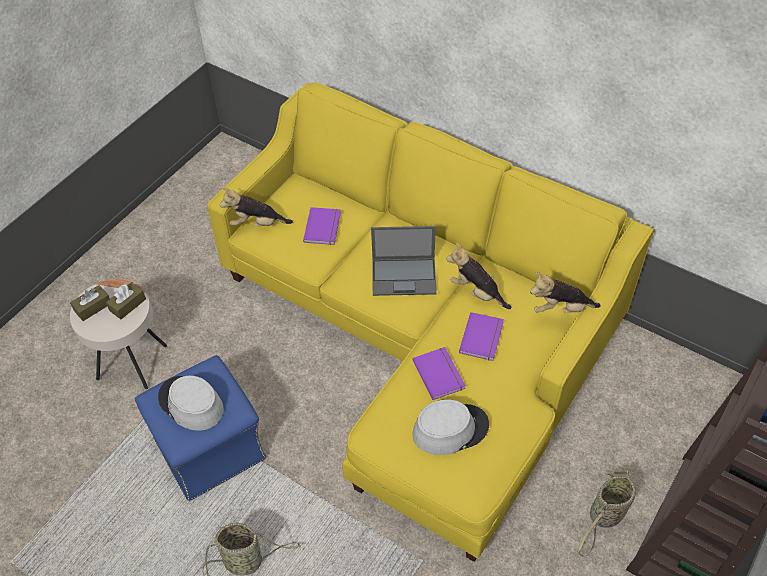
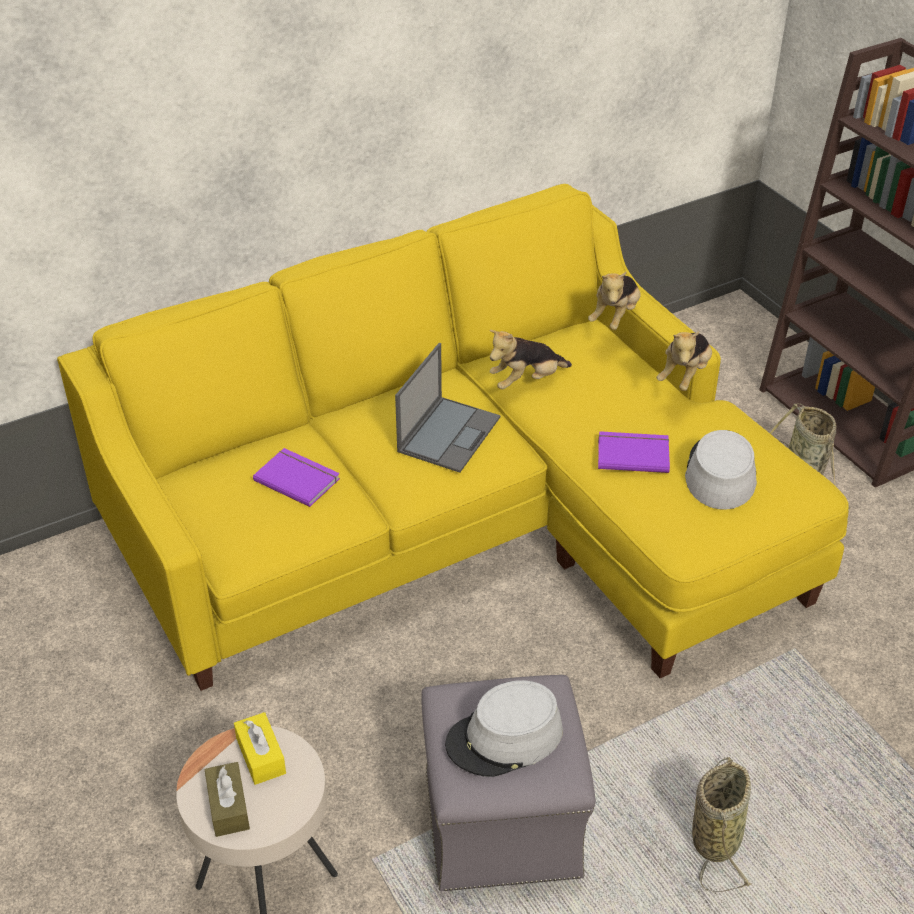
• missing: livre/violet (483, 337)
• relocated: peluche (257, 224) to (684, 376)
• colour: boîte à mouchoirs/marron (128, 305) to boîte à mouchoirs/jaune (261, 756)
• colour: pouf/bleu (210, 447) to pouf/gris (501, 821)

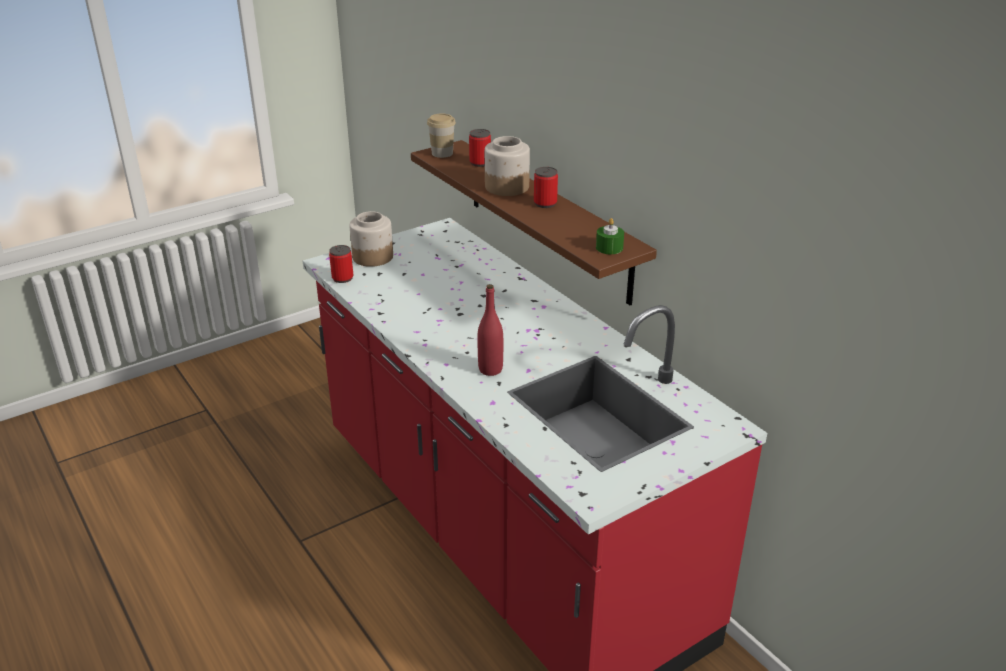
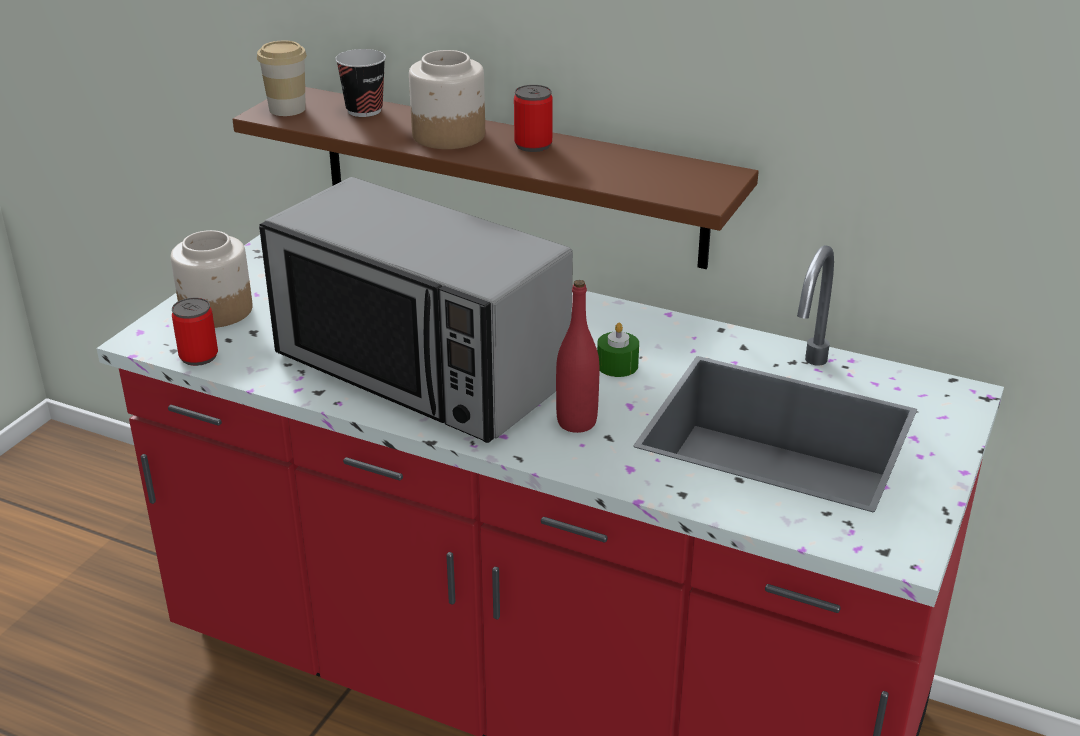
• appeared: micro-ondes (420, 370)
• relocated: bougie/vert (609, 248) to (617, 365)
• exchanged: boîte métallique (480, 163) to tasse (364, 110)

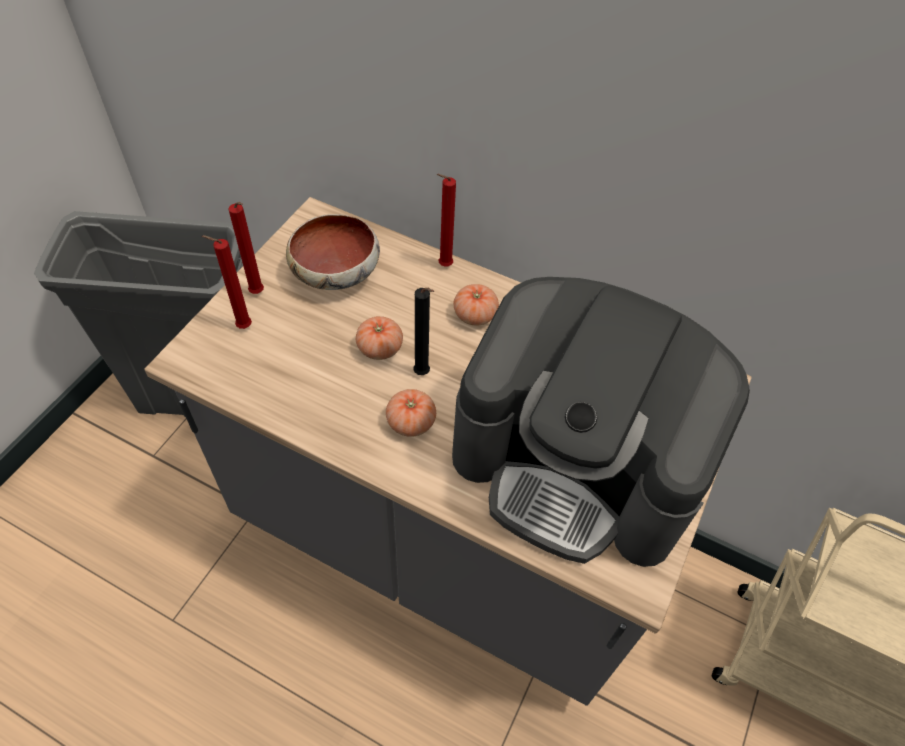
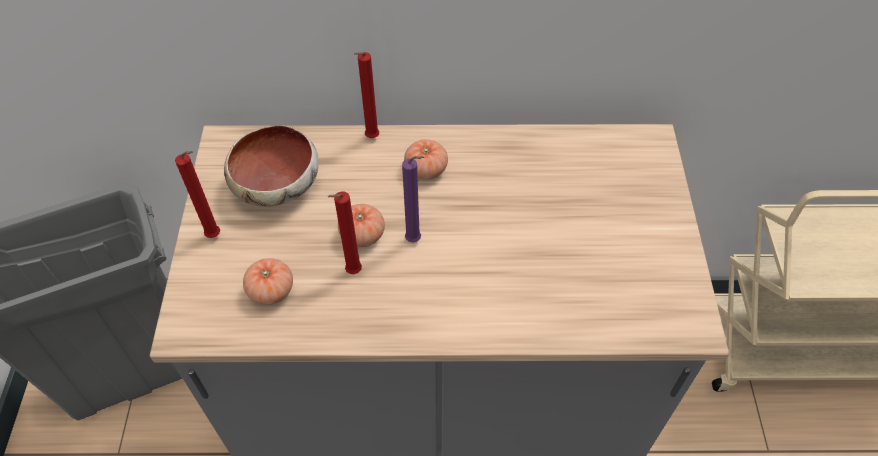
• missing: machine à café (577, 464)
• relocated: bougie/rouge (241, 327) to (351, 272)
• relocated: tomate (411, 422) to (271, 290)
• colour: bougie/noir (423, 374) to bougie/violet (415, 240)

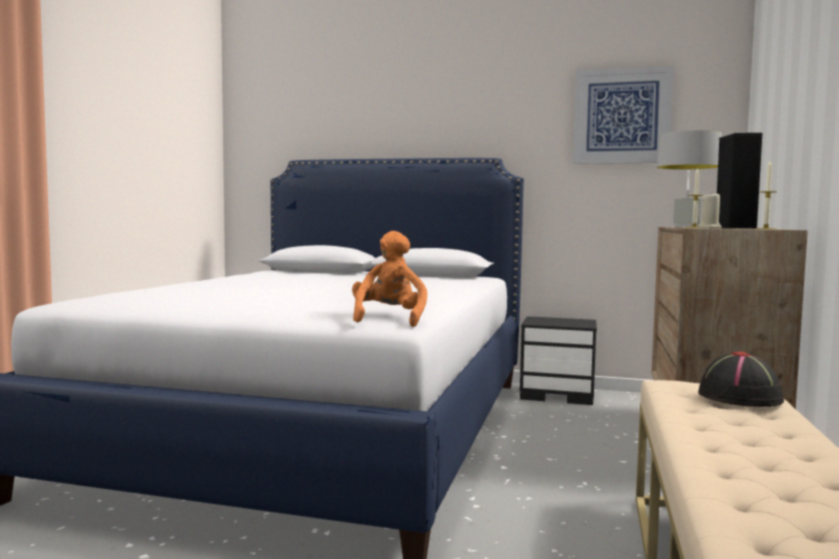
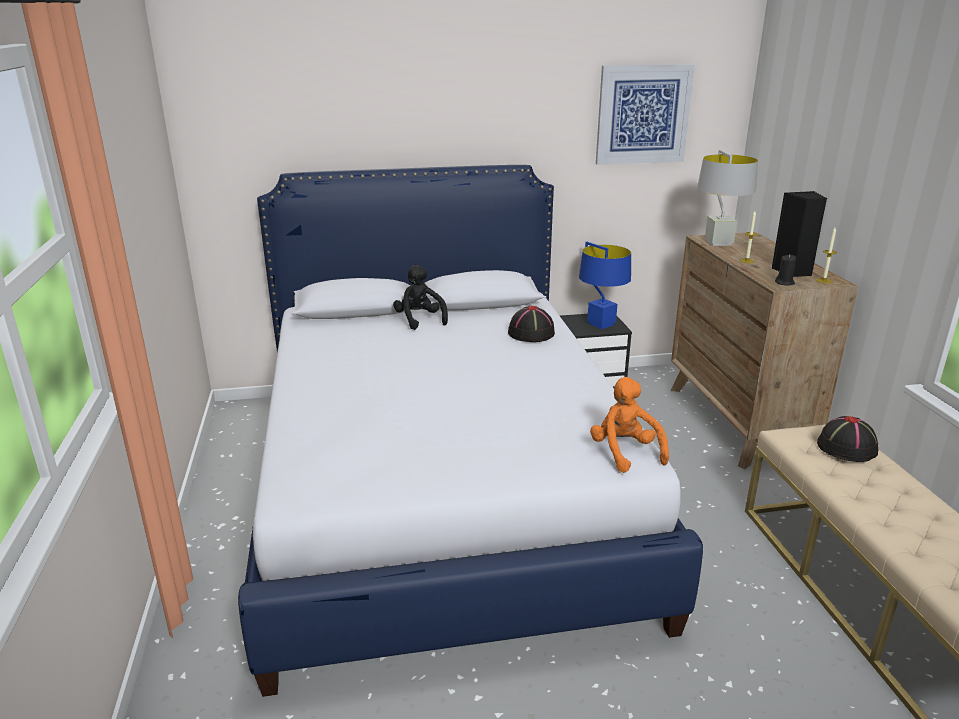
• appeared: peluche/noir (419, 320)
• appeared: chapeau/noir (531, 333)
• appeared: lampe de table/bleu (601, 324)
• colour: bougie/beige (710, 228) to bougie/noir (784, 283)

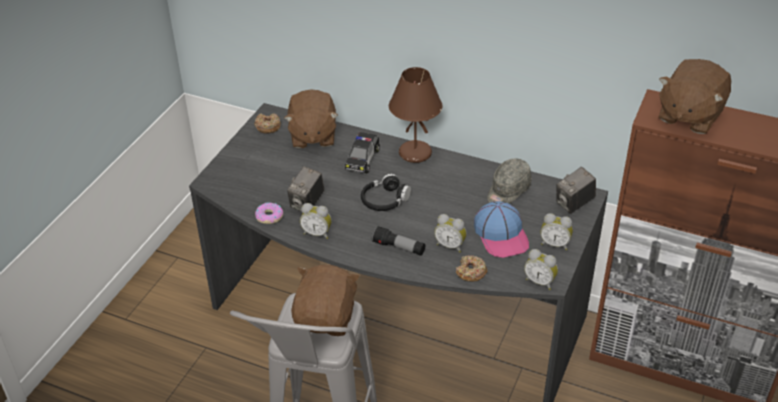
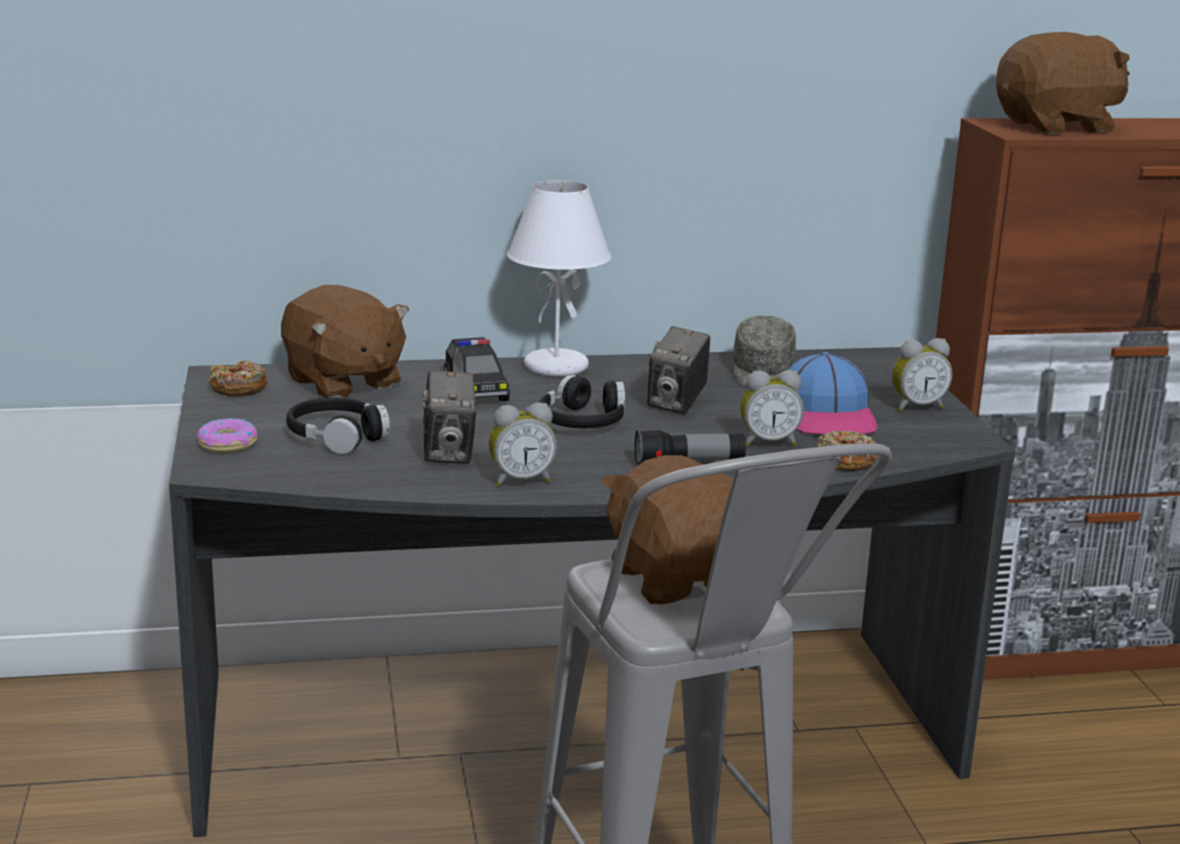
• missing: réveil (540, 281)
• appeared: casque audio/noir (337, 437)
• relocated: beignet (269, 216) to (227, 445)
• relocated: appareil photo (574, 204) to (677, 404)
• colour: lampe de table/marron (414, 153) to lampe de table/blanc (555, 367)
• spun: casquette (501, 235) = (827, 416) 45 degrees clockwise
• spun: peluche/marron (689, 116) = (1058, 127) 105 degrees counterclockwise

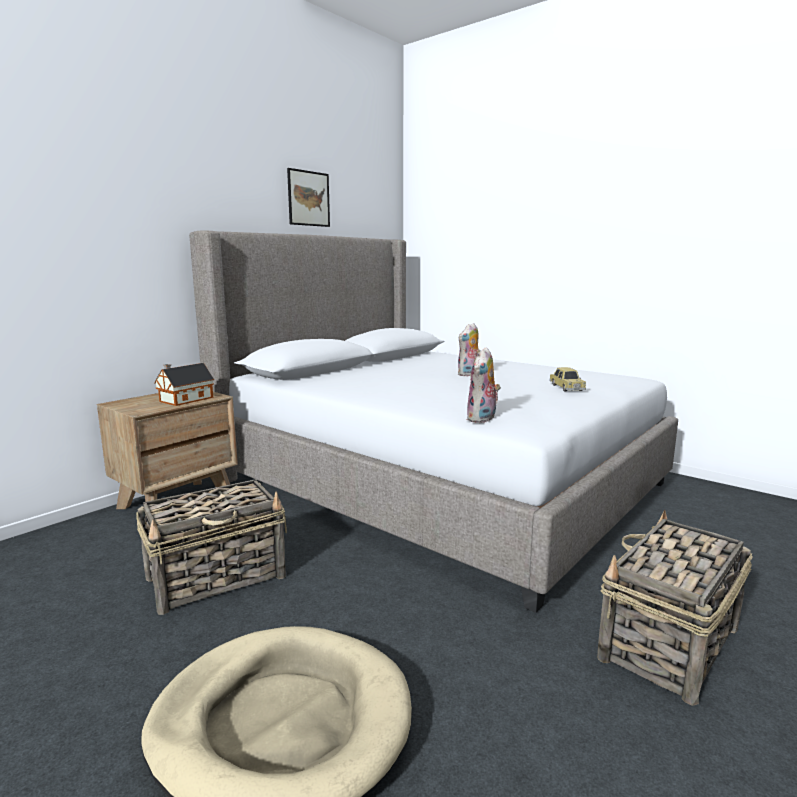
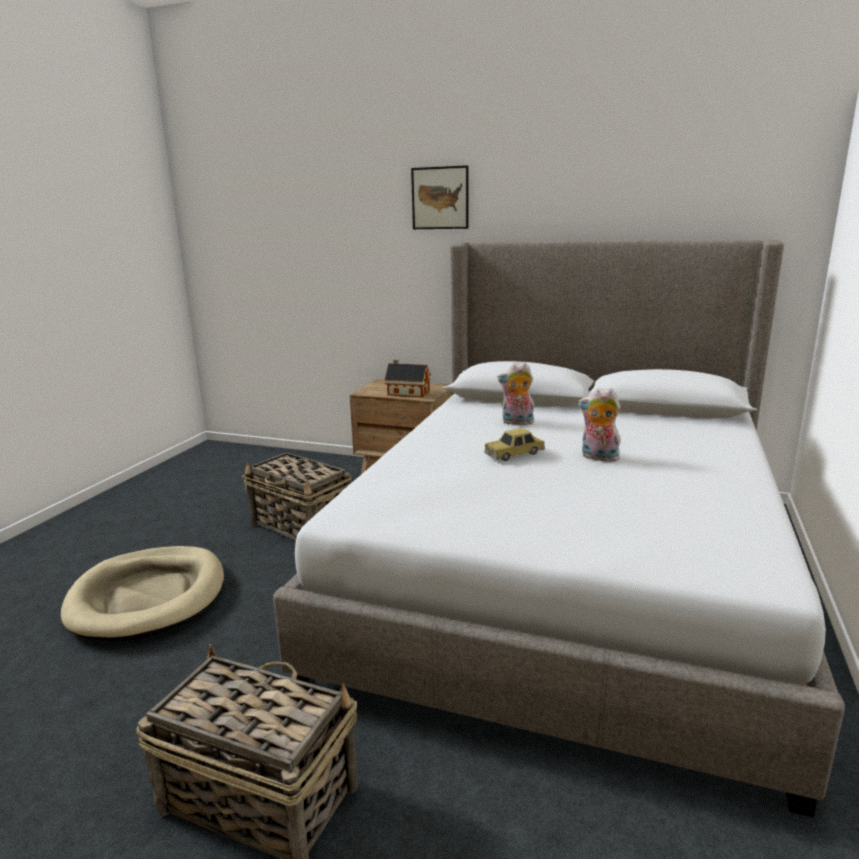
• relocated: tableau (308, 198) to (440, 198)
• relocated: peluche (482, 419) to (516, 423)
• relocated: petite voiture (566, 387) to (514, 454)

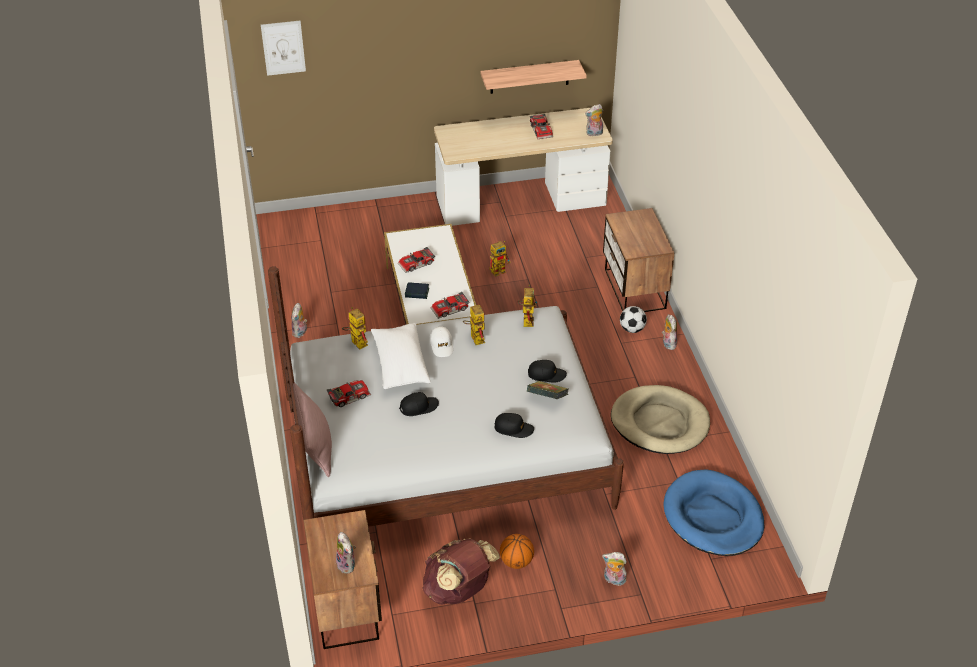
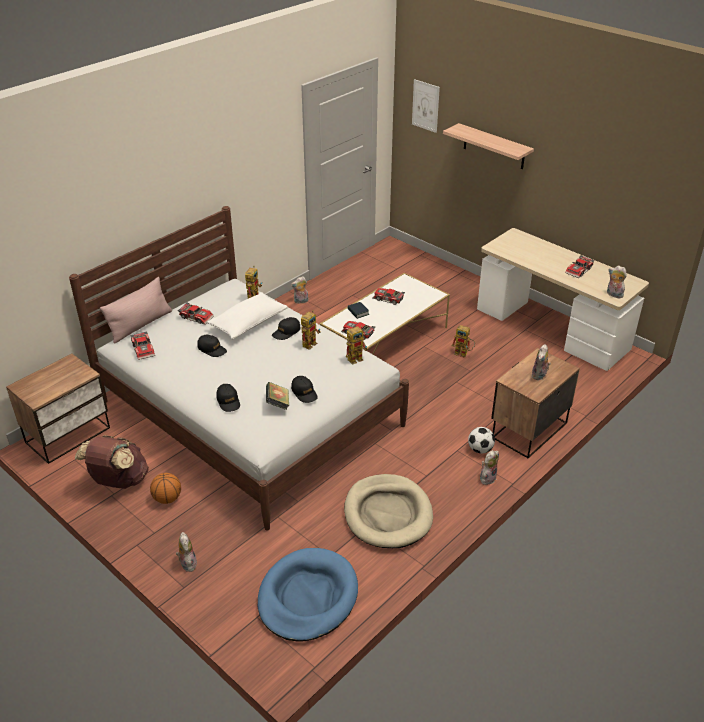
• appeared: petite voiture (144, 349)
• relocated: peluche (348, 565) to (539, 376)
• relocated: étagère (529, 77) to (494, 147)
• colour: casquette/blanc (442, 345) to casquette/noir (286, 332)

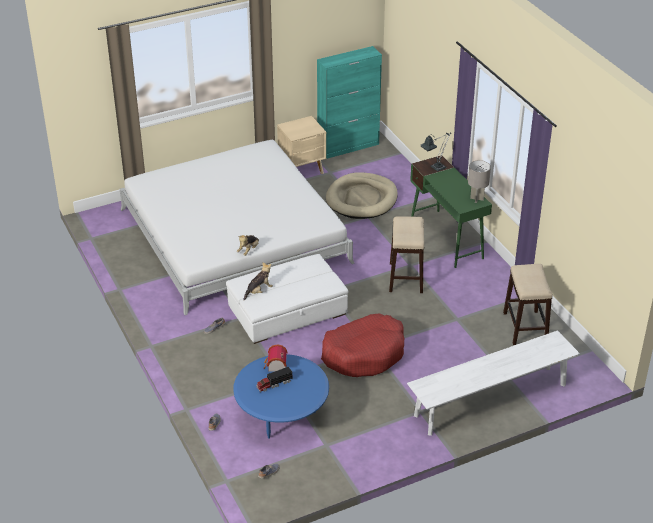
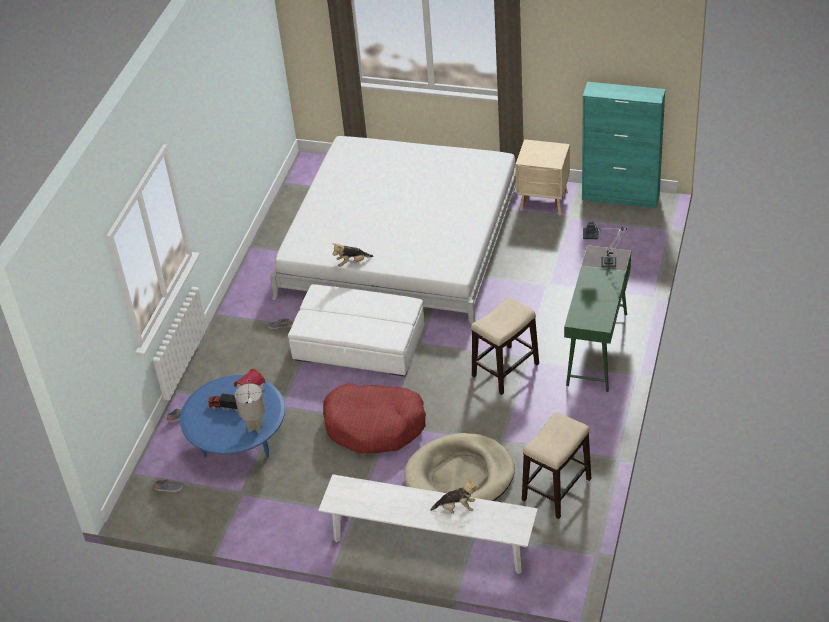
• relocated: peluche (259, 291) to (456, 508)
• relocated: panier pour chien/beige (362, 199) to (460, 477)
• relocated: lampe de table/gris (477, 199) to (256, 428)

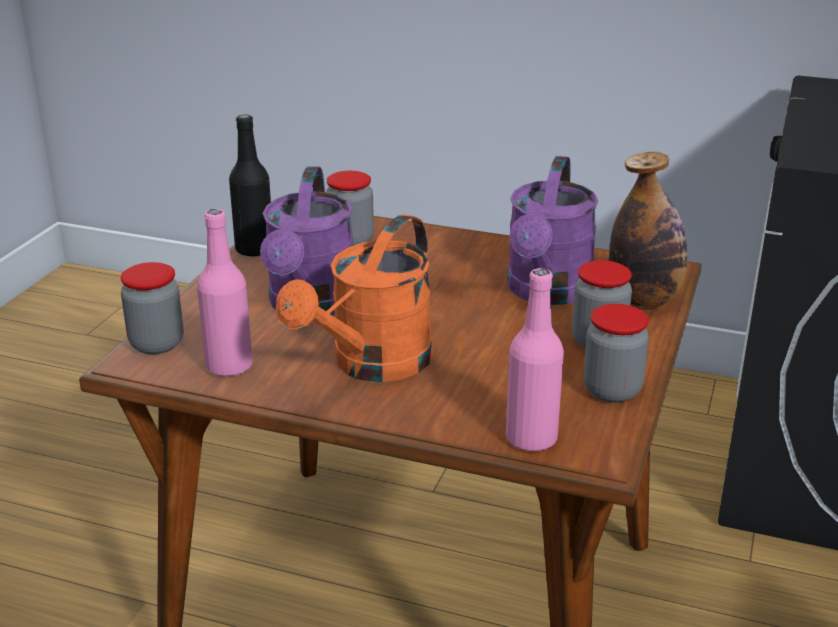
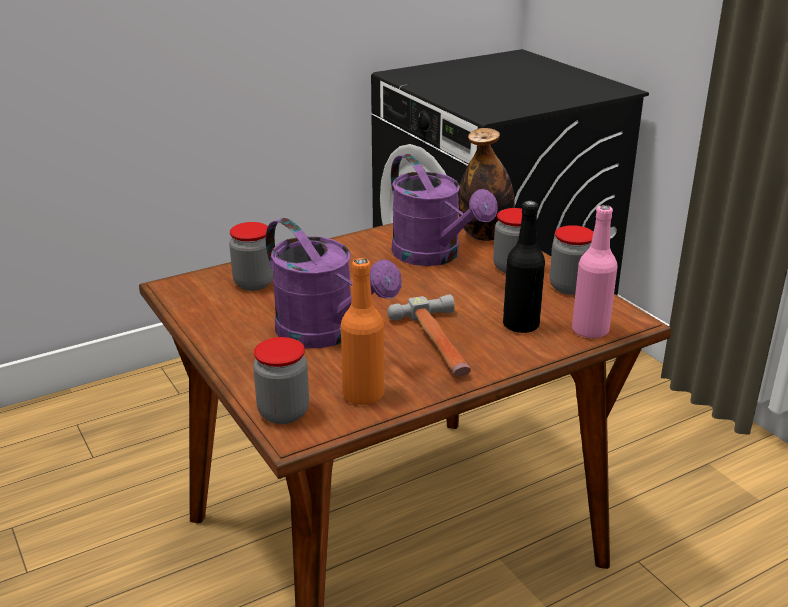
• relocated: bouteille/noir (254, 250) to (520, 325)
• exchanged: arrosoir/orange (372, 365) to marteau (439, 344)
• colour: bouteille/rose (229, 366) to bouteille/orange (363, 395)

